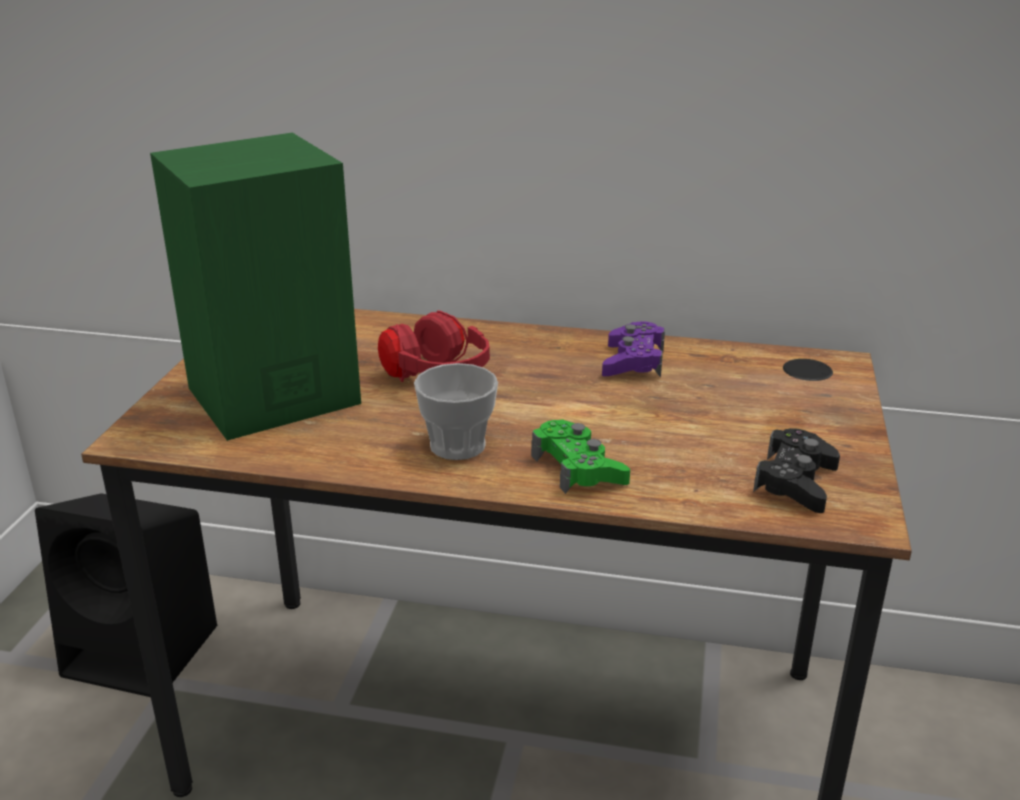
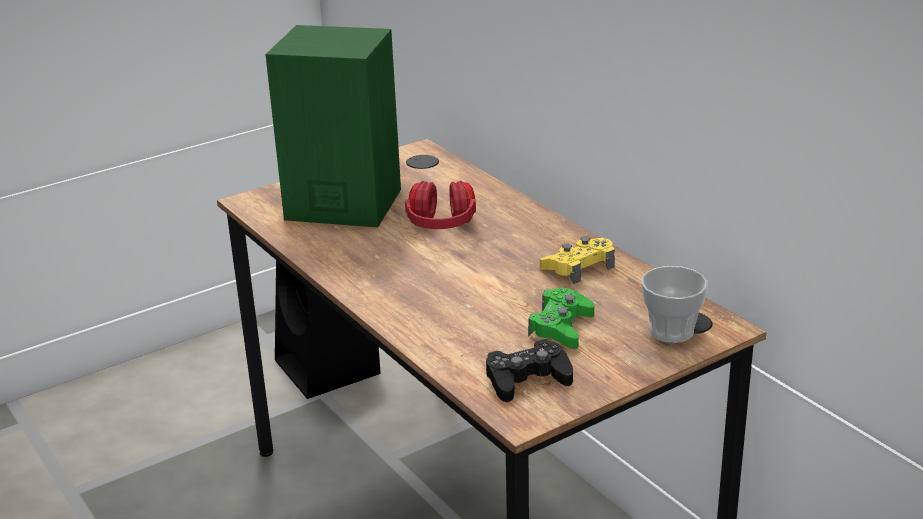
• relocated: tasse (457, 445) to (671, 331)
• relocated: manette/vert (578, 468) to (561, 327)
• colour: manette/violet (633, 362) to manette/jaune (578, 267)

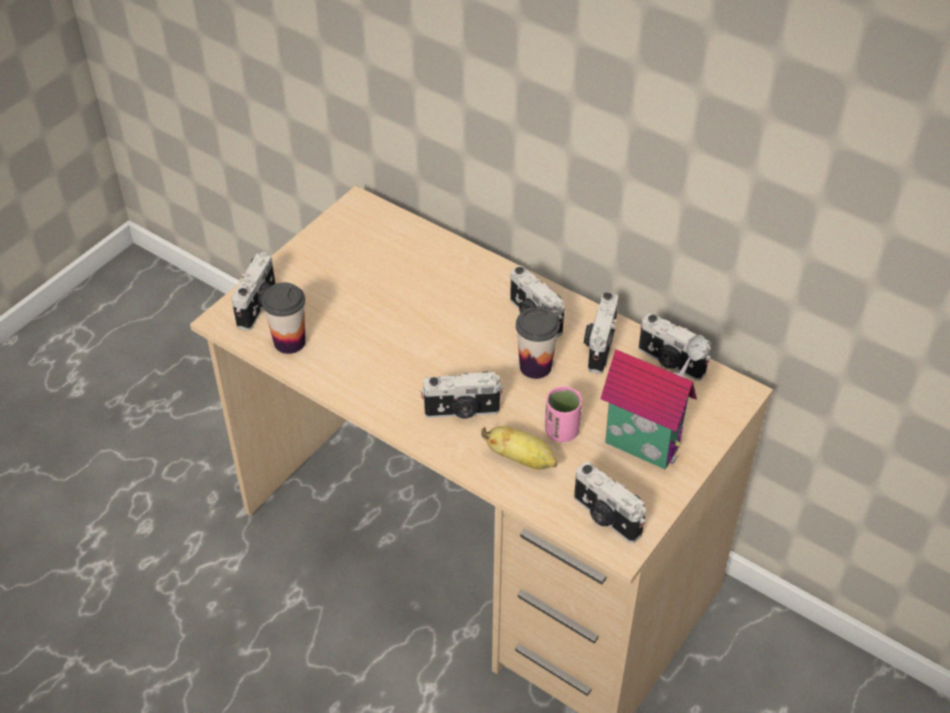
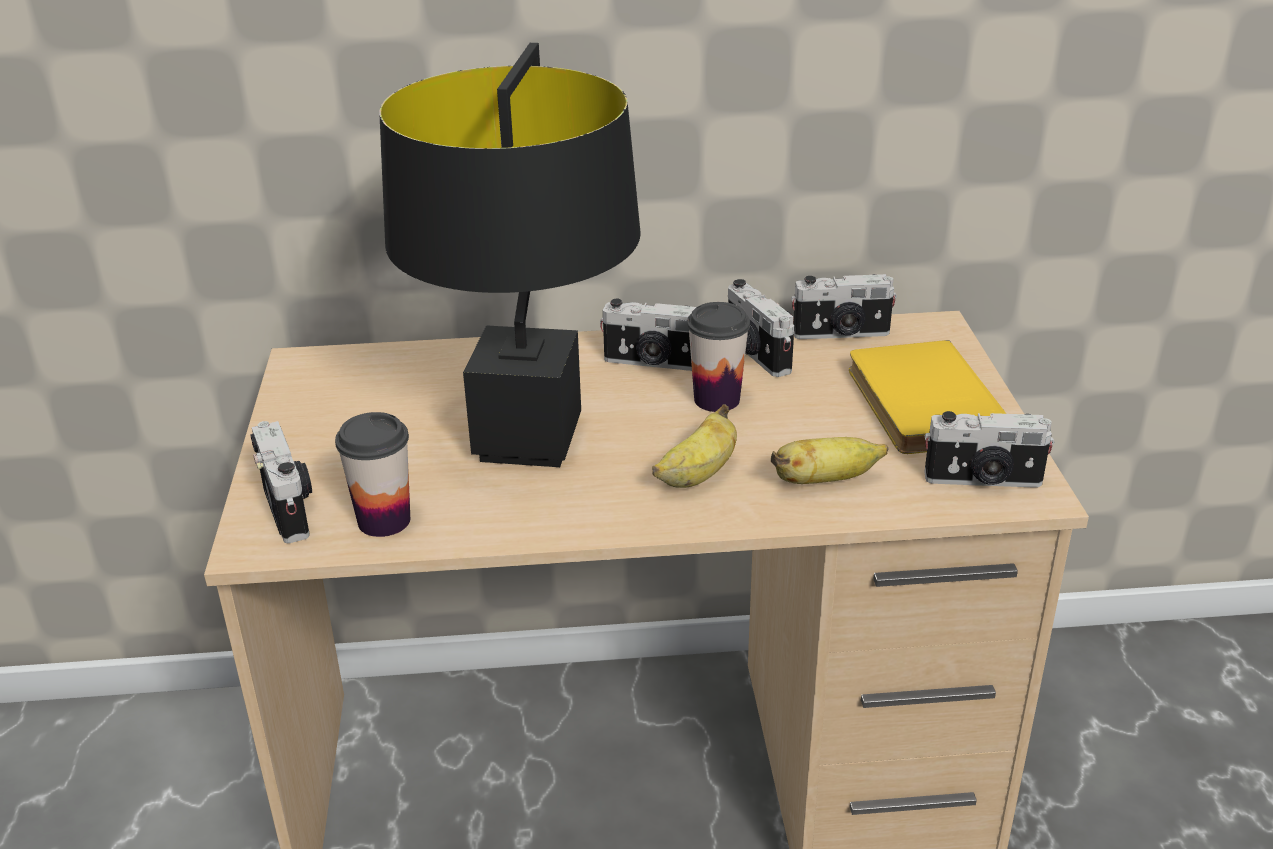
• missing: tasse/rose (561, 431)
• appeared: lampe de table/noir (529, 441)
• exchanged: appareil photo (462, 412) to banane (697, 475)
• exchanged: maison miniature (644, 443) to livre/jaune (919, 403)

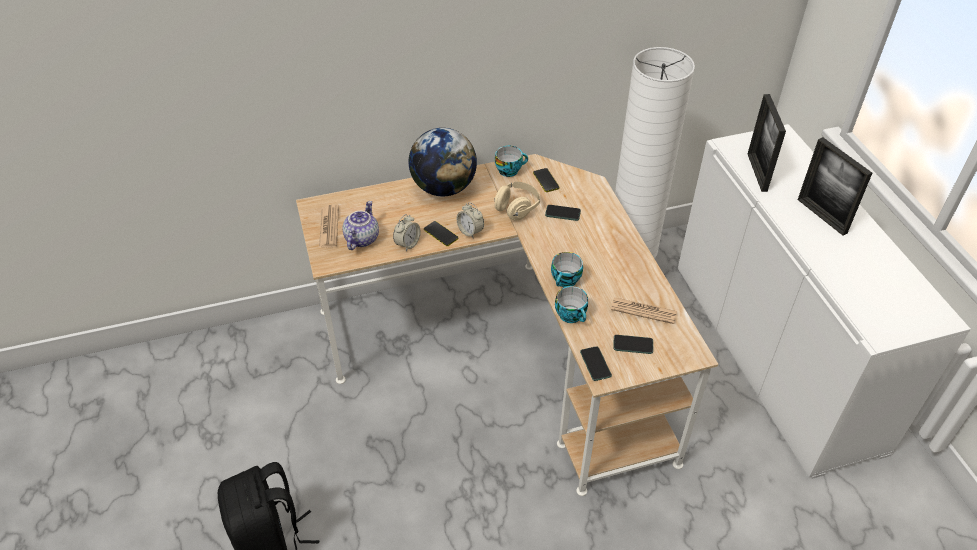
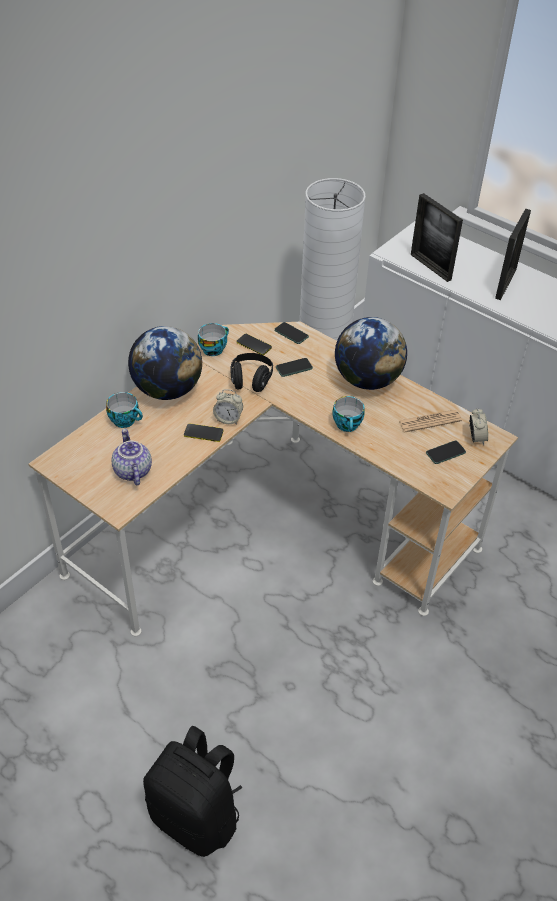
• missing: journal (329, 227)
• appeared: globe (367, 380)
• relocated: réveil (407, 244) to (476, 438)
• relocated: tasse (572, 315) to (126, 420)
• relocated: téléphone (595, 364) to (291, 333)
• colour: casque audio/beige (517, 208) to casque audio/noir (251, 380)
• spun: cadre photo (821, 216) = (505, 284) 90 degrees counterclockwise

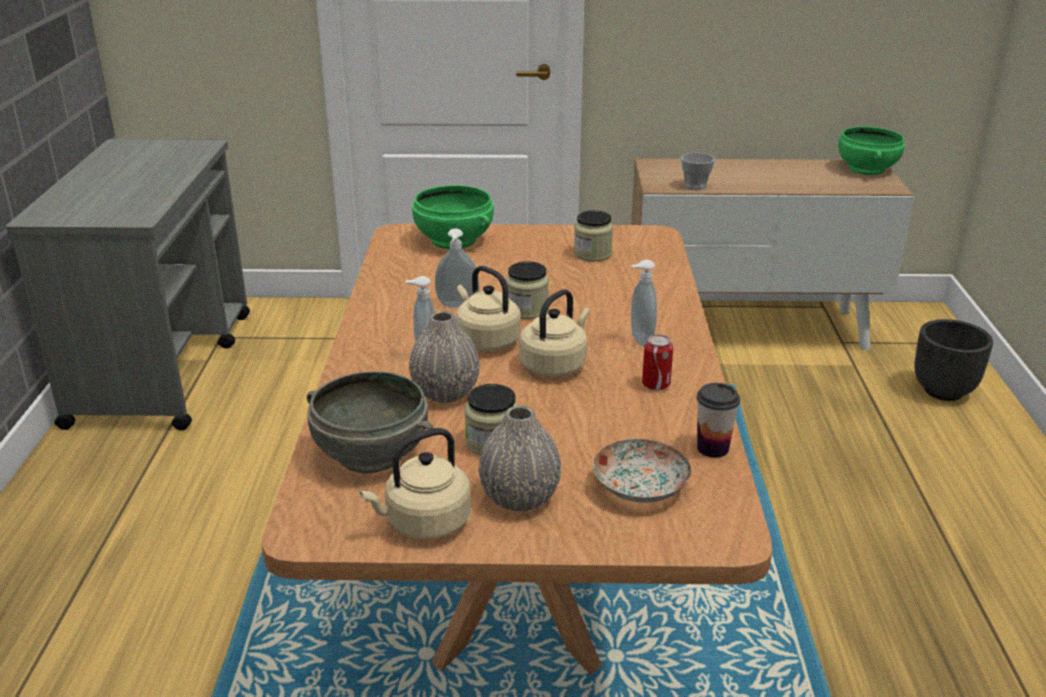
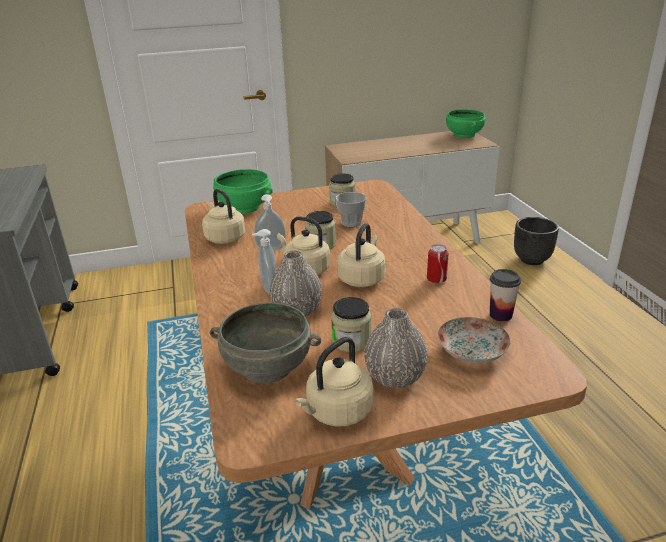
• missing: distributeur de savon (639, 341)
• appeared: bouilloire/beige (224, 237)
• relocated: tasse (695, 186) to (351, 222)

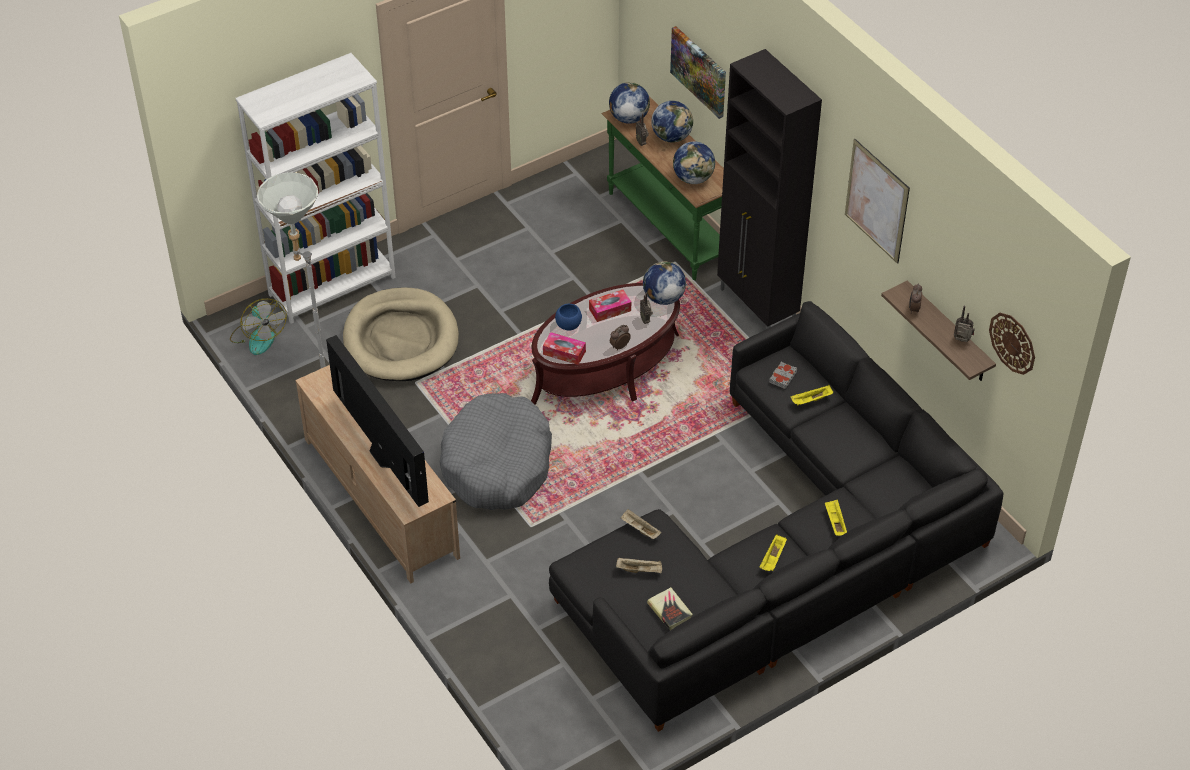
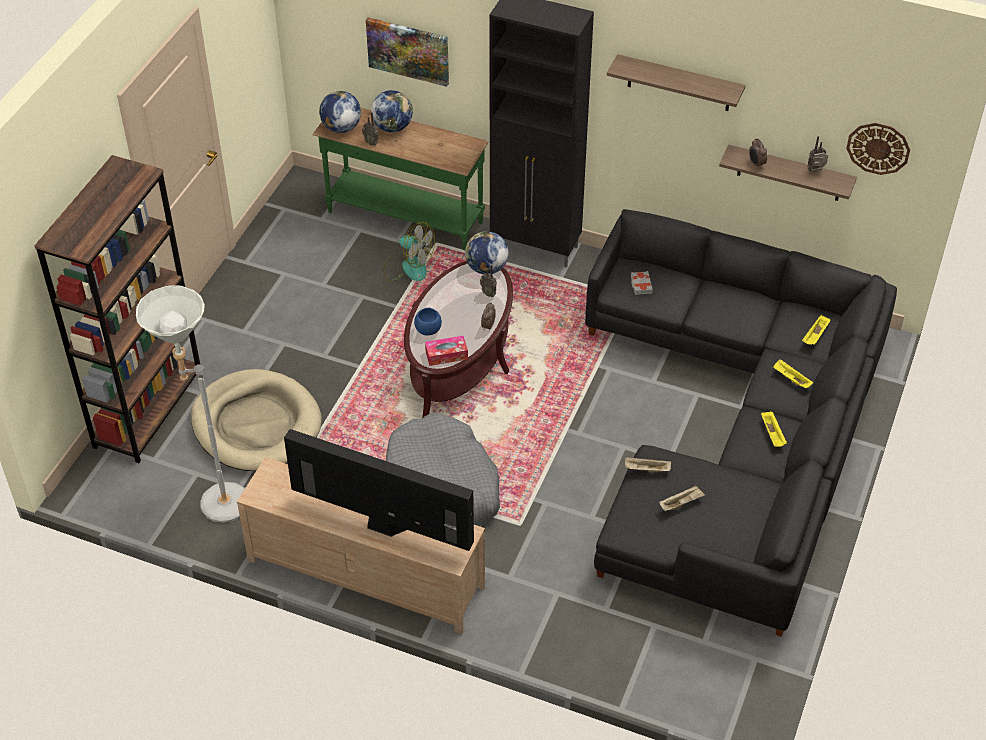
• missing: boîte à mouchoirs (610, 310)
• missing: livre (670, 611)
• missing: globe (693, 178)
• relocated: ventilateur (258, 336) to (408, 267)
• relocated: plateau/jaune (811, 400) to (815, 336)
• exchanged: tableau (876, 201) to étagère (679, 83)
• colour: bibliothèque/blanc (332, 286) to bibliothèque/marron (148, 409)

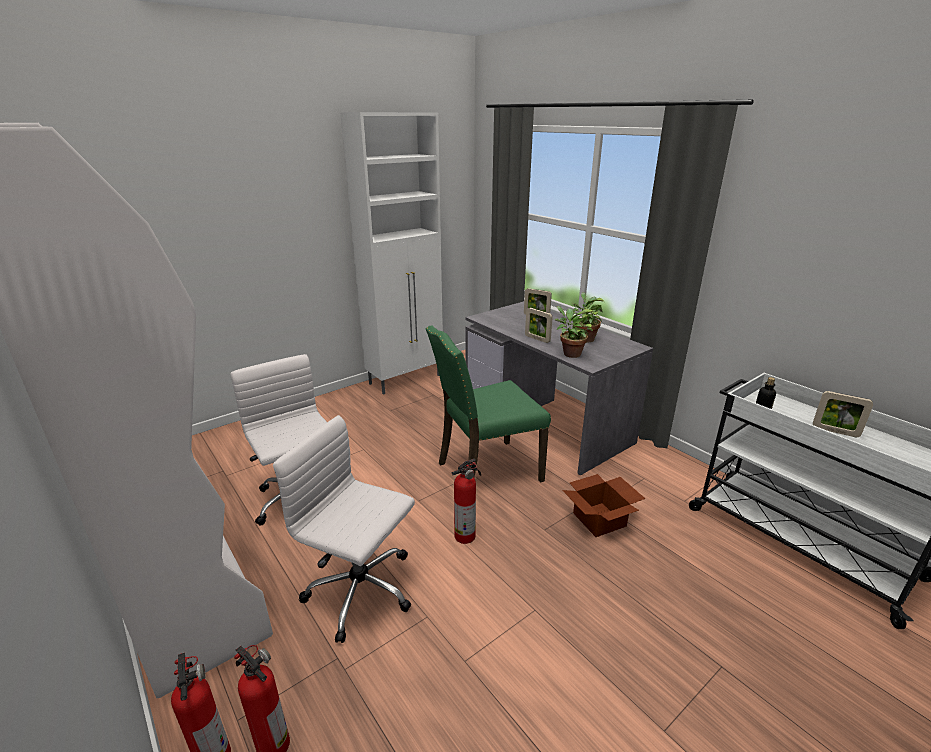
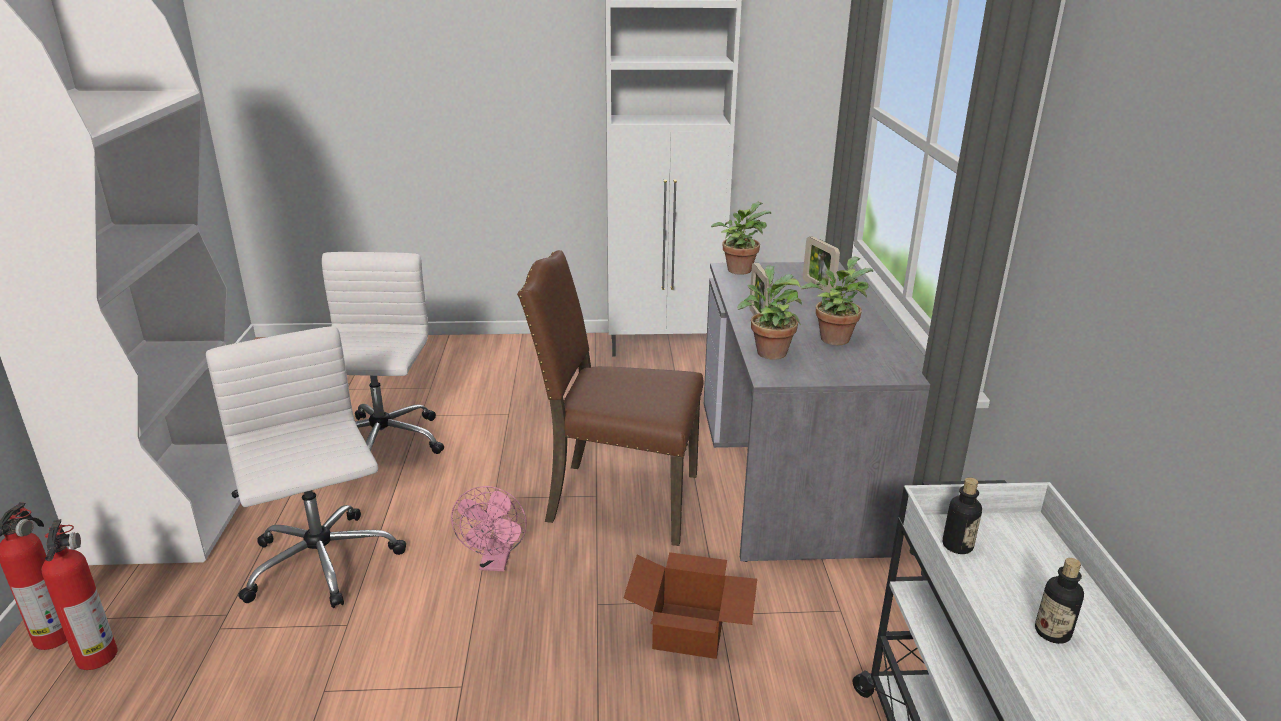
• appeared: plante en pot (739, 269)
• exchanged: extincteur (466, 535) to ventilateur/rose (495, 562)
• exchanged: cadre photo (835, 431) to bouteille (1052, 632)
• colour: chaise/vert (486, 471) to chaise/marron (618, 499)

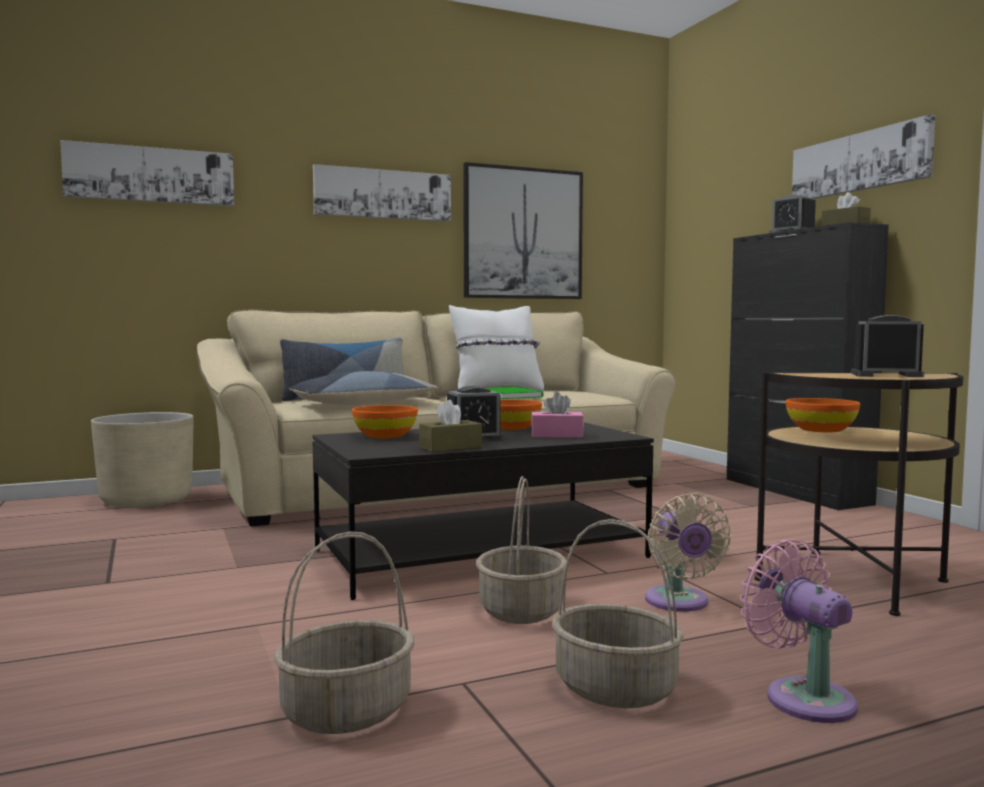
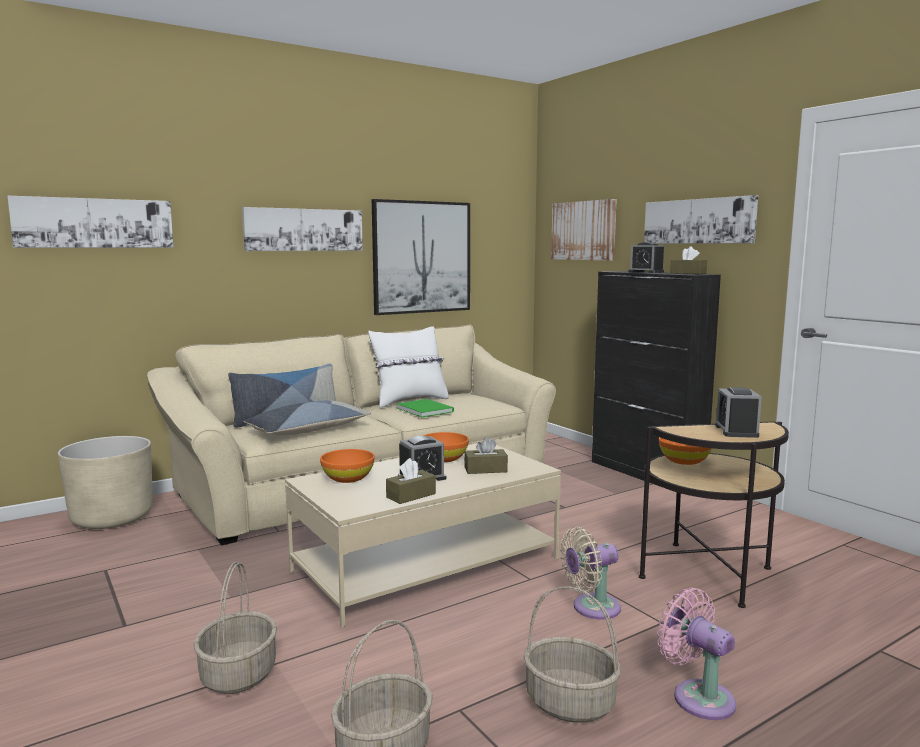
• appeared: tableau (583, 230)
• relocated: panier (520, 610) to (238, 674)
• colour: table basse/noir (480, 554) to table basse/beige (426, 565)
• colour: boîte à mouchoirs/rose (557, 435) to boîte à mouchoirs/marron (485, 469)
• spun: ventilateur/beige (679, 603) = (591, 608) 90 degrees clockwise
• spun: réveil (886, 375) = (736, 431) 90 degrees counterclockwise

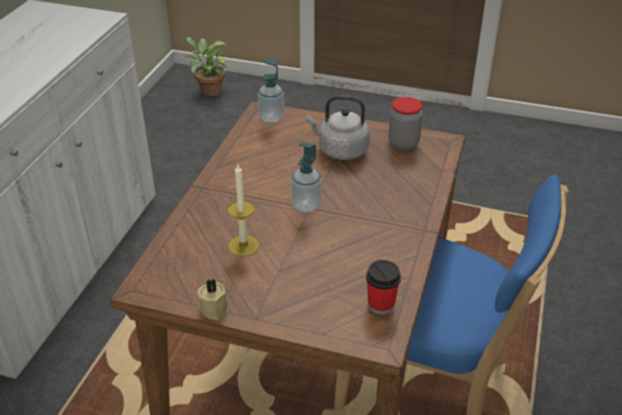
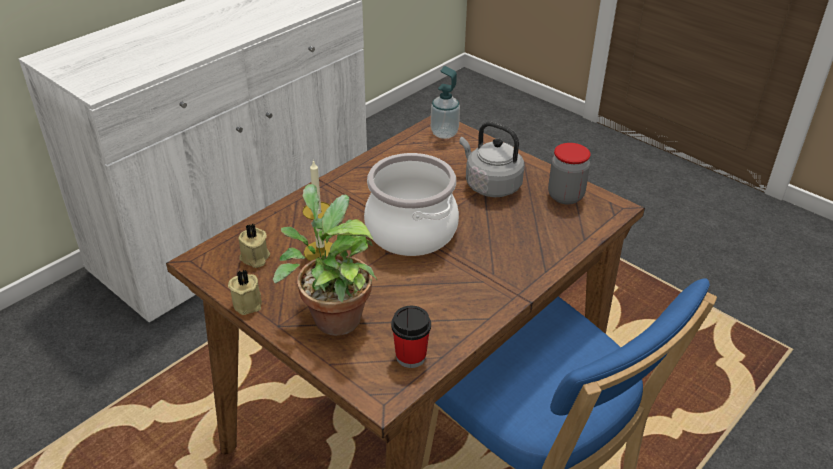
• appeared: bougie/beige (255, 258)
• relocated: plante en pot (208, 91) to (333, 316)
• exchanged: distributeur de savon (306, 205) to marmite (412, 231)

